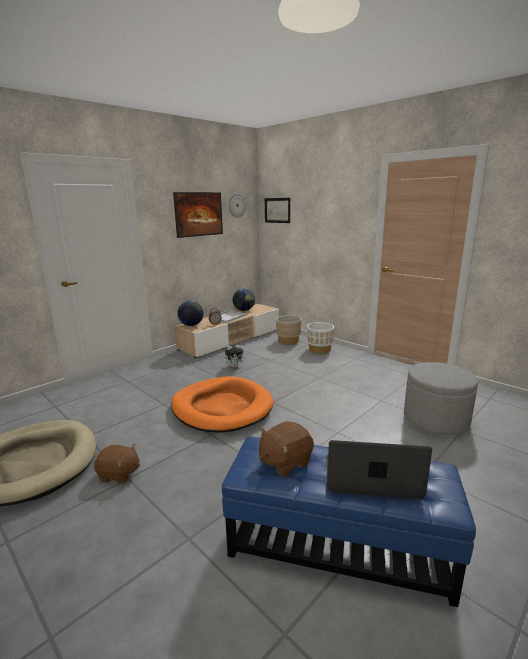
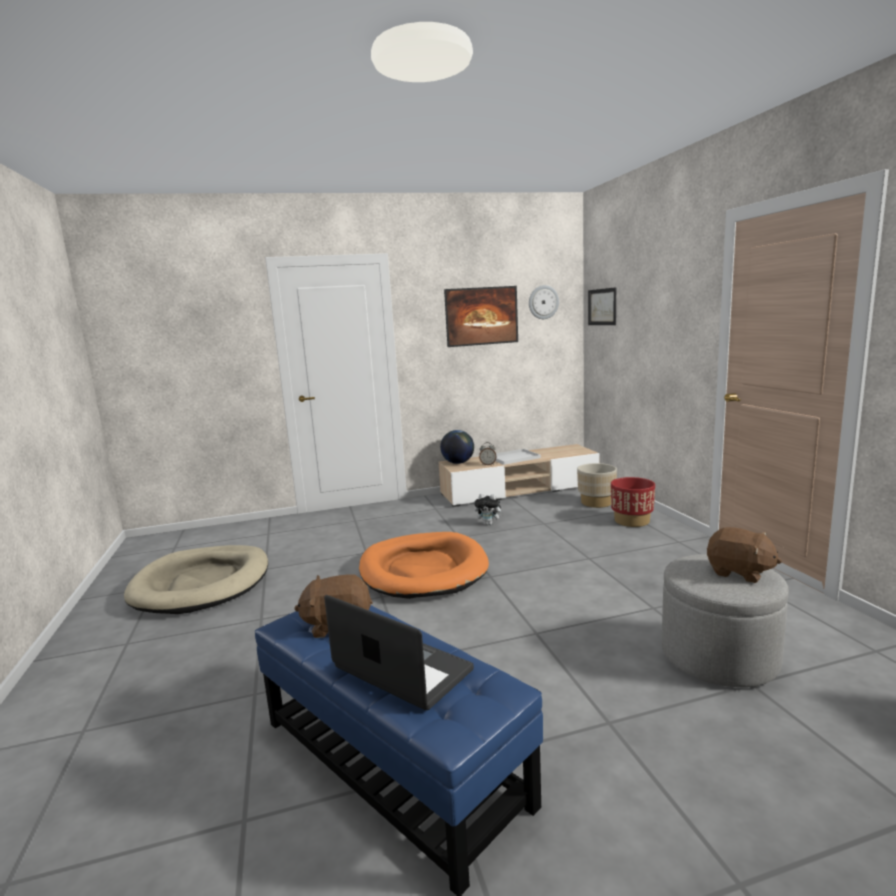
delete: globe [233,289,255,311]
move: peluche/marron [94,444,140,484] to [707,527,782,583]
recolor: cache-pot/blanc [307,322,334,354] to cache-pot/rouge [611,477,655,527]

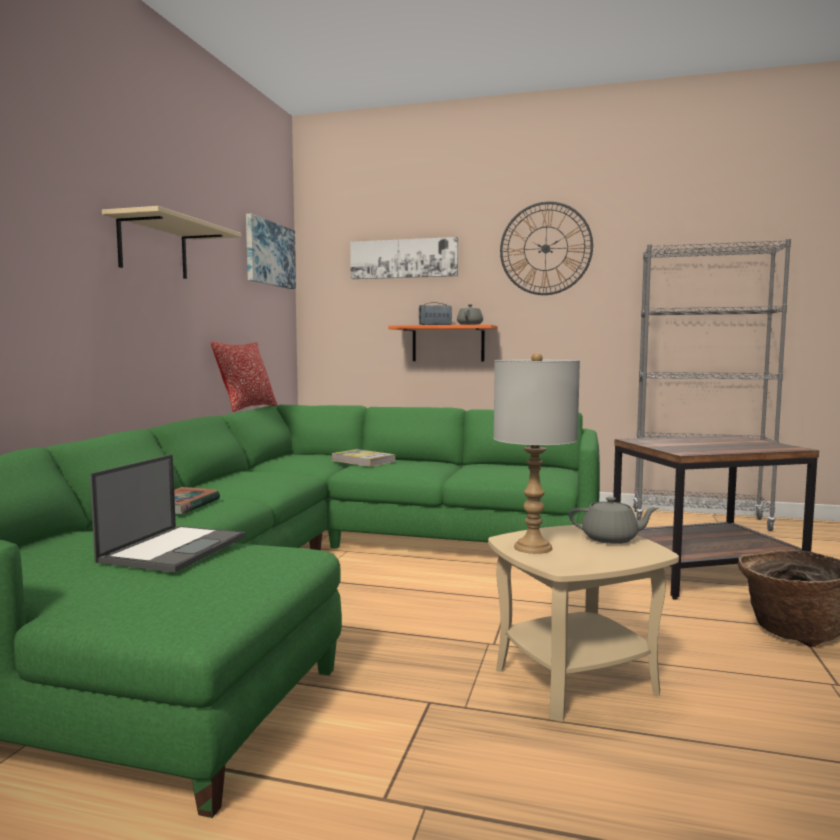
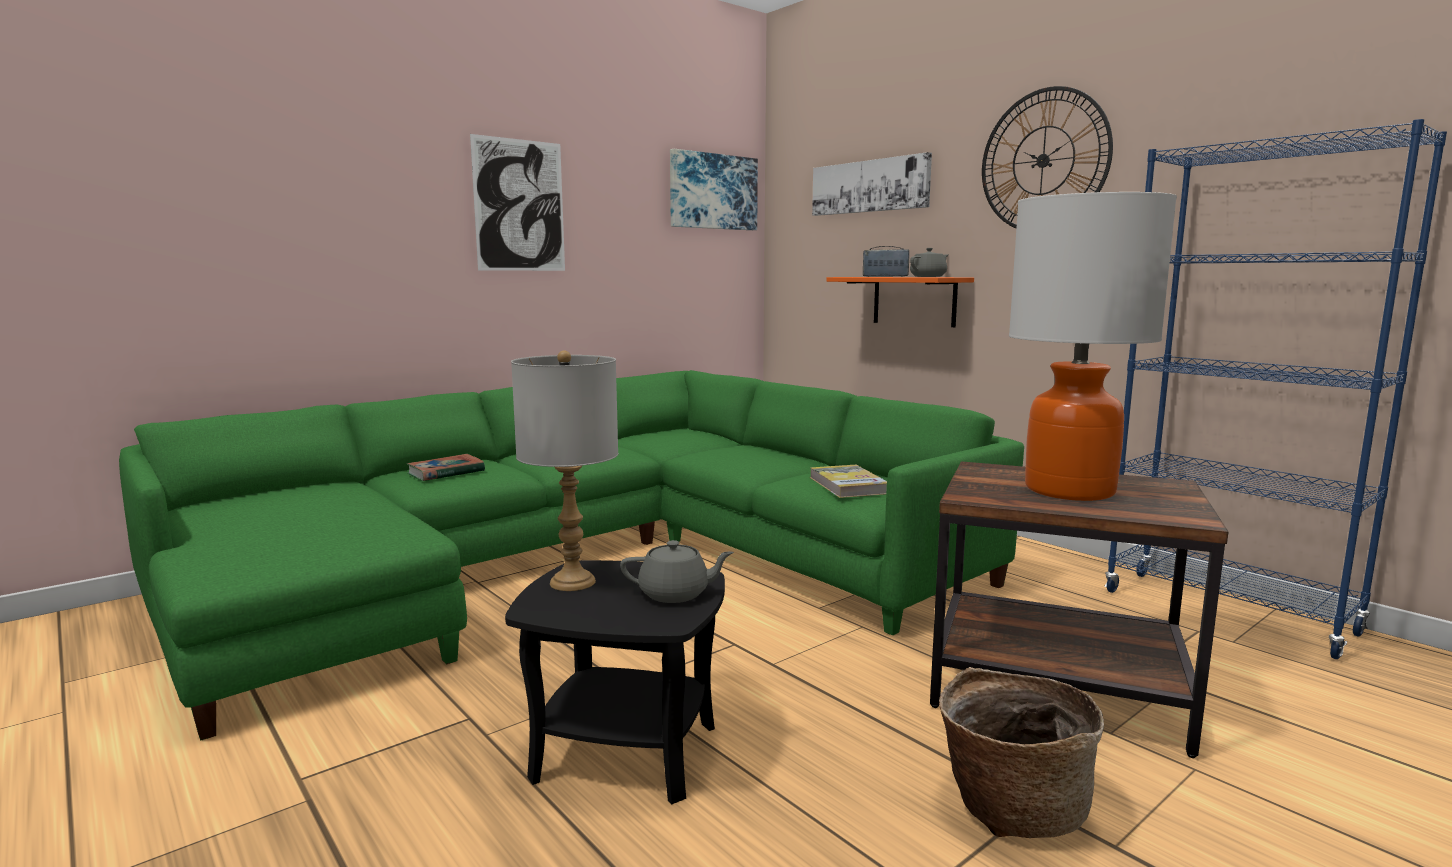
delete: ordinateur portable [90,454,245,572]; coussin [211,342,278,412]
insert: lampe de table [1009,192,1177,501]
move: livre [332,449,395,467] to [810,465,887,498]
replace: étagère/beige [102,206,242,279] to tableau [470,134,565,271]
recolor: table d'appoint/beige [488,524,679,722] to table d'appoint/noir [505,560,725,804]; bibliothèque/gris [633,239,791,531] to bibliothèque/bleu [1104,119,1447,659]
rotate: théière/gris [569,497,659,544] = [620,540,734,603] 45 degrees counterclockwise

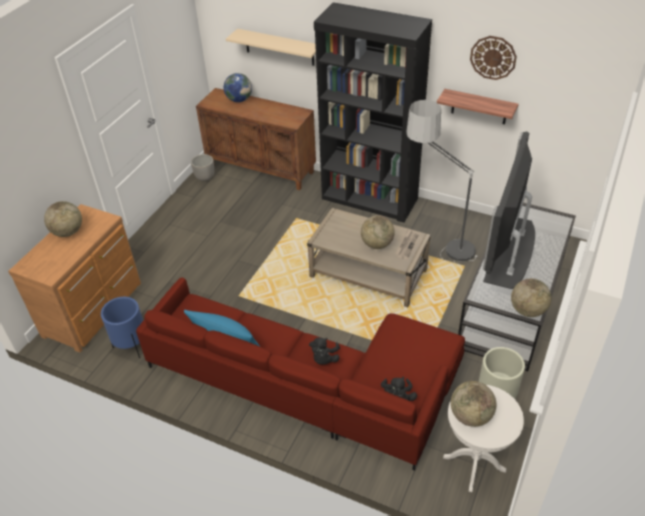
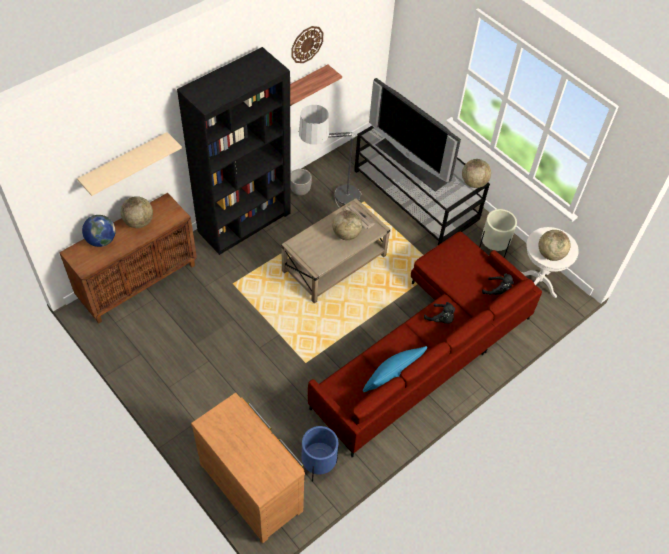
move: globe [44,201,82,237] to [121,196,153,228]; cache-pot [191,154,214,182] to [291,169,312,196]

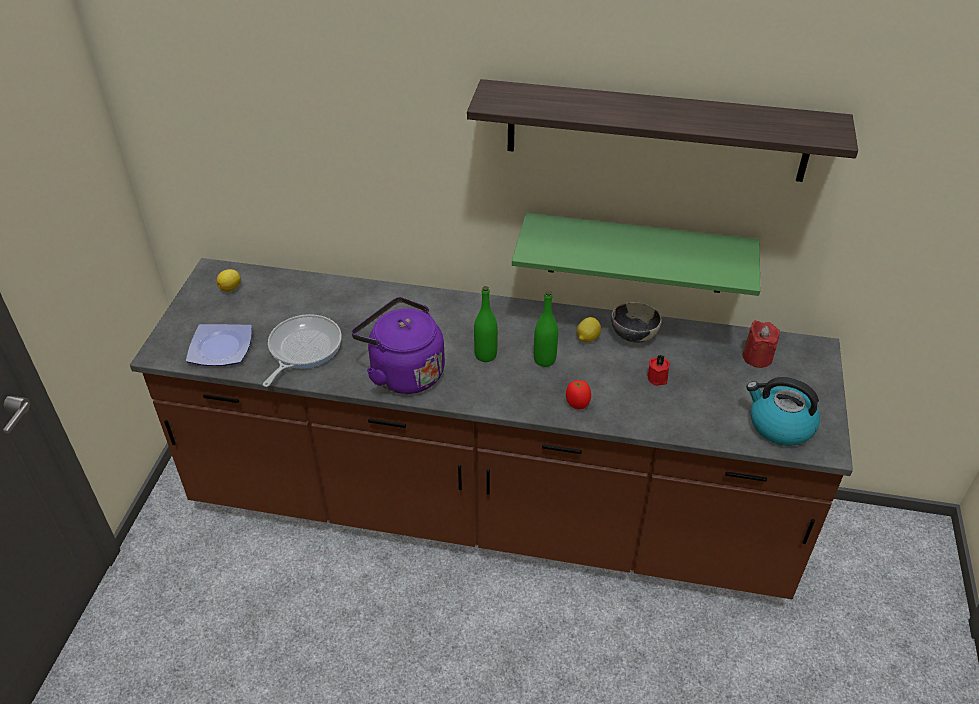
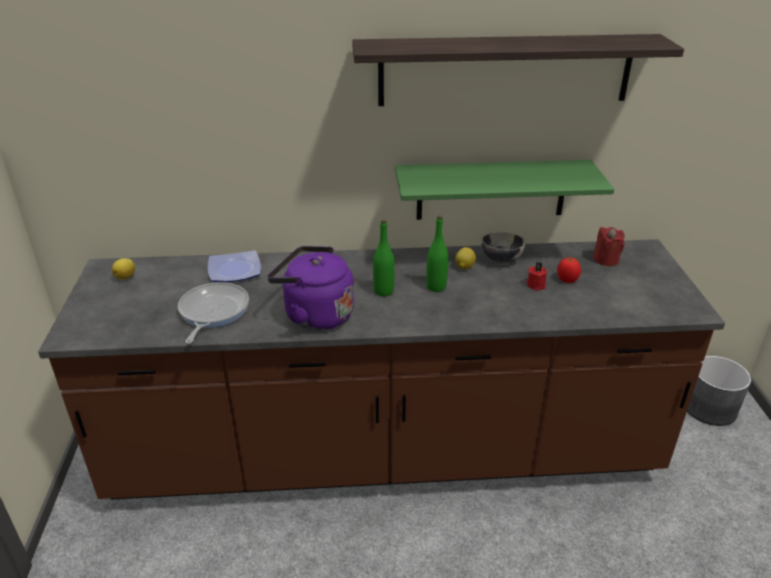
delete: bouilloire [746,377,820,446]
insert: cache-pot/gris [687,356,751,426]
move: assiette [186,324,252,366] to [208,250,261,282]; tomate [566,380,591,410] to [557,258,581,283]

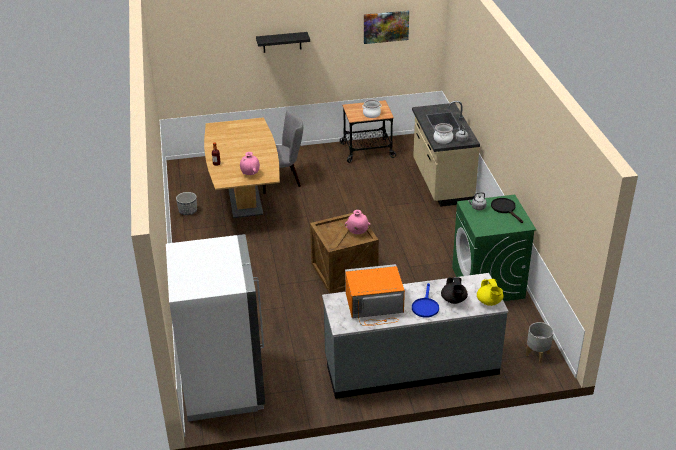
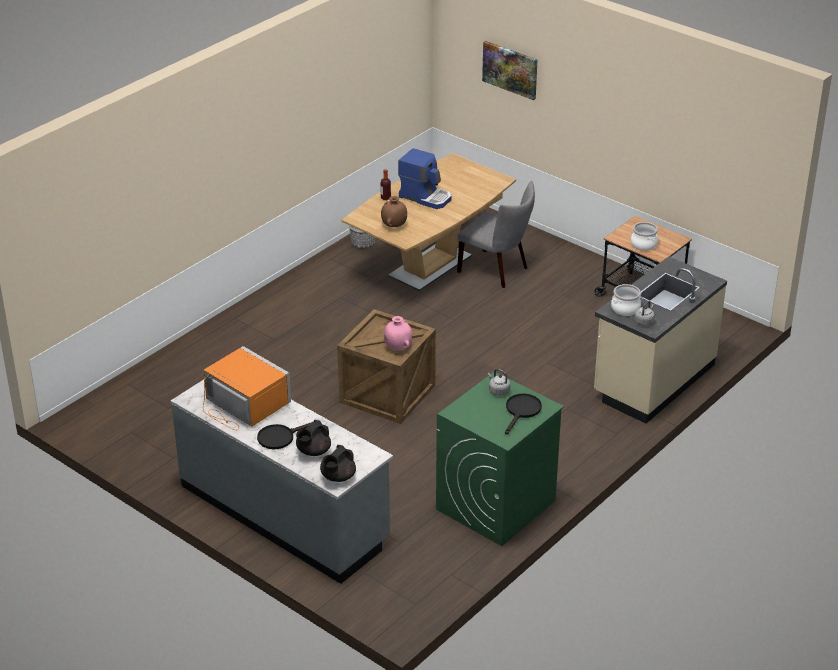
delete: réfrigérateur/blanc [166,234,265,421]; étagère/noir [256,32,310,53]; cache-pot/gris [526,322,554,363]
insert: machine à café [398,148,451,209]
move: tableau [364,10,409,44] to [482,41,537,100]
recolor: vase/rose [240,152,260,175] to vase/marron [381,196,407,227]; poêle/bleu [412,283,439,318] to poêle/noir [257,422,313,449]; théière/jaune [477,279,503,306] to théière/noir [320,445,356,482]

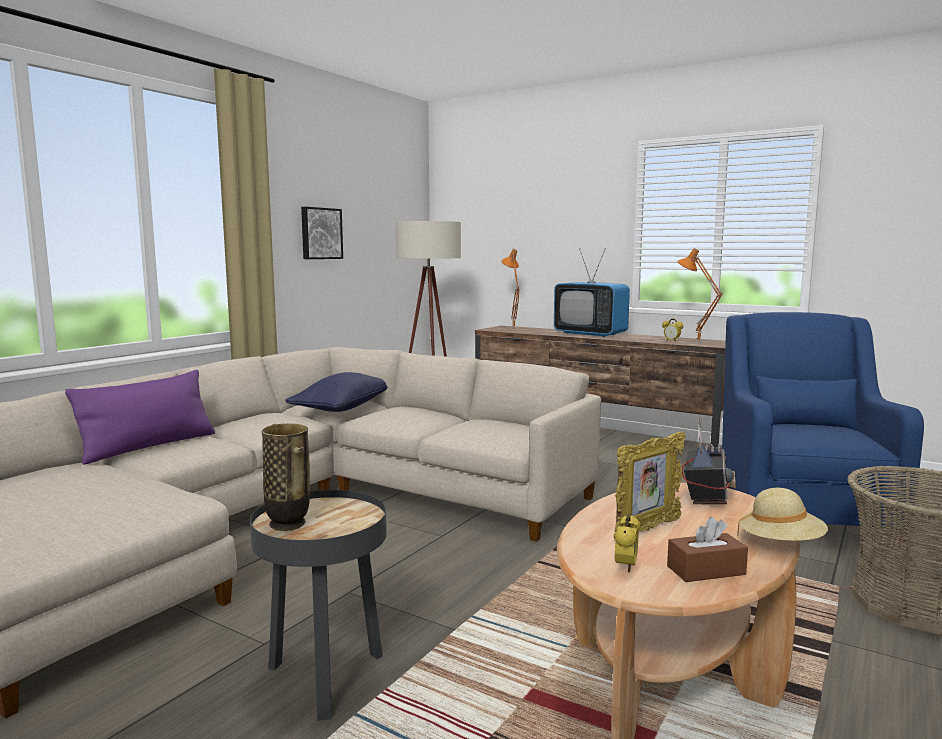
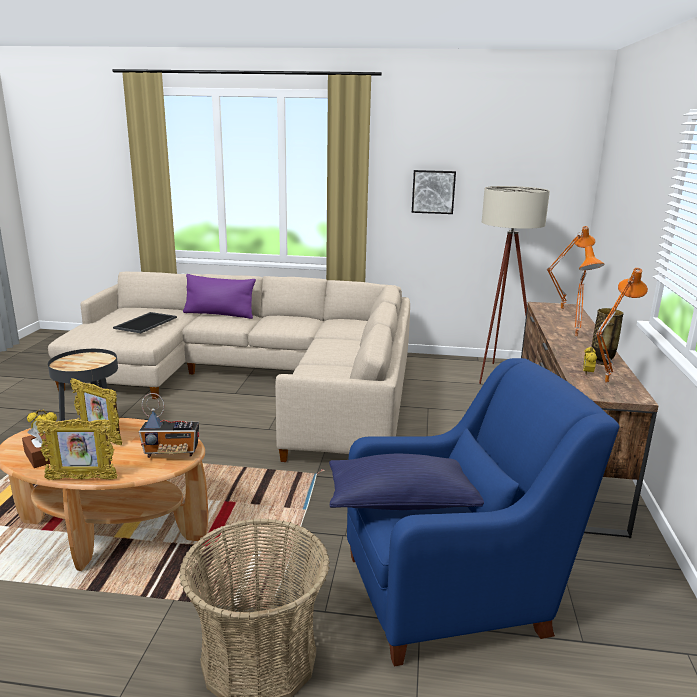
insert: plateau [113,312,177,333]
move: vase [262,423,310,531] to [592,308,624,365]; coussin/bleu [285,372,387,412] to [329,454,484,510]
replace: téléviseur [554,248,630,337] to lampe de table/orange [575,246,605,338]; chapeau/beige [737,488,828,541] to cadre photo [36,419,118,480]

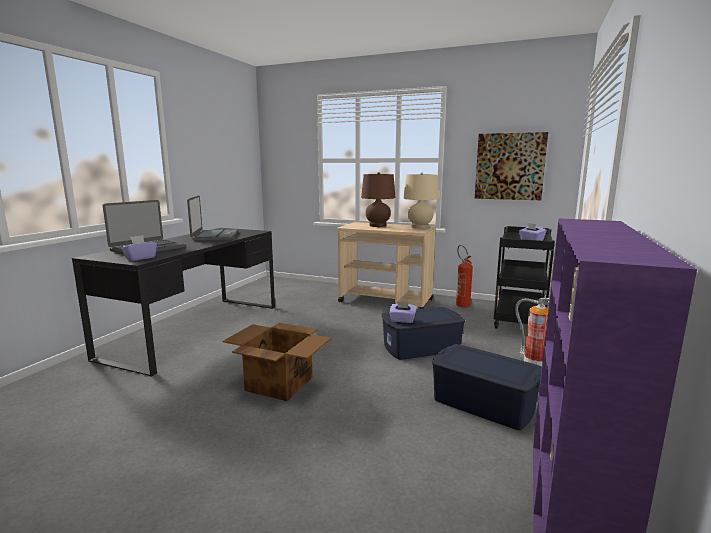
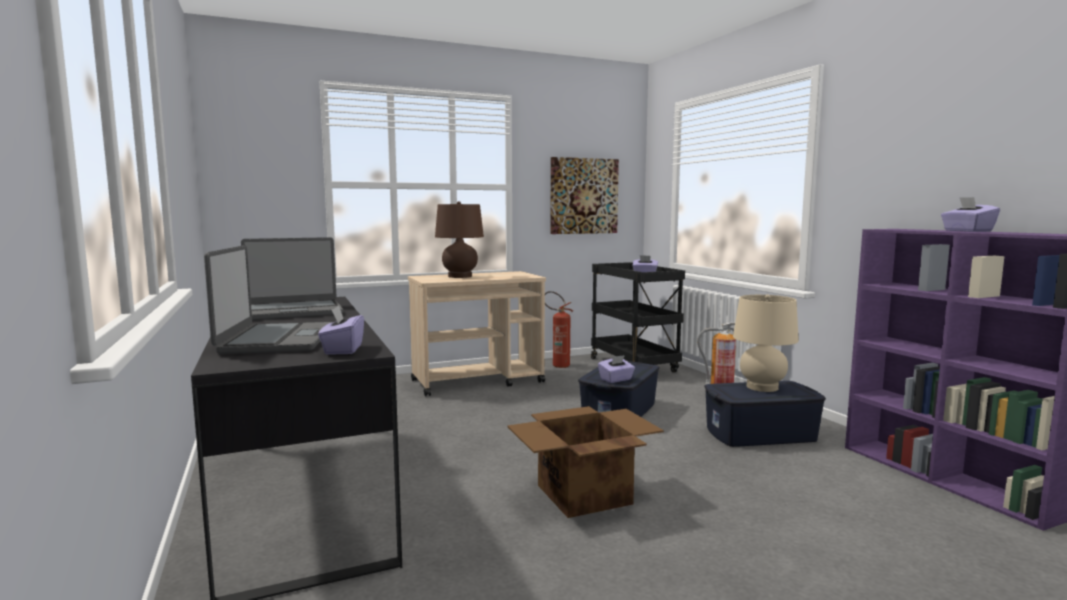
insert: boîte à mouchoirs/violet [941,197,1000,232]
move: lampe de table/beige [403,172,439,229] to [733,294,799,392]
rotate: ordinateur portable [187,195,238,241] = [241,237,343,320] 120 degrees clockwise

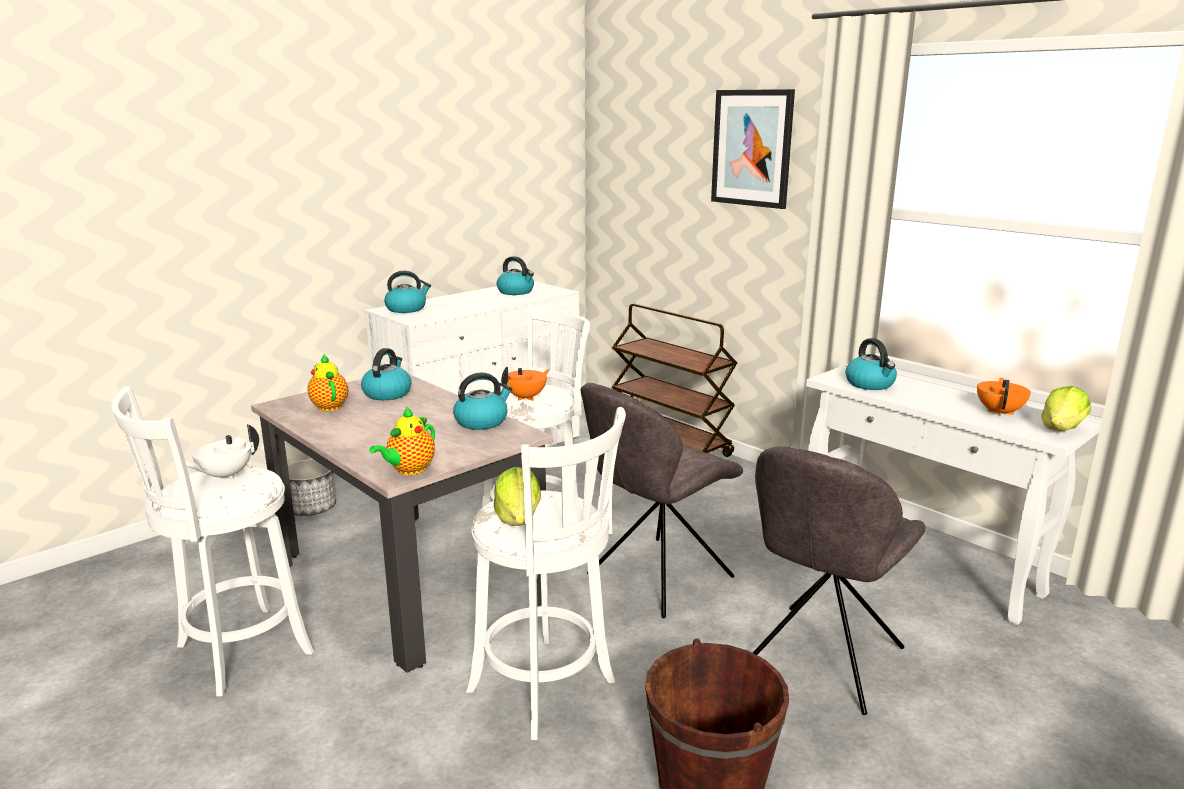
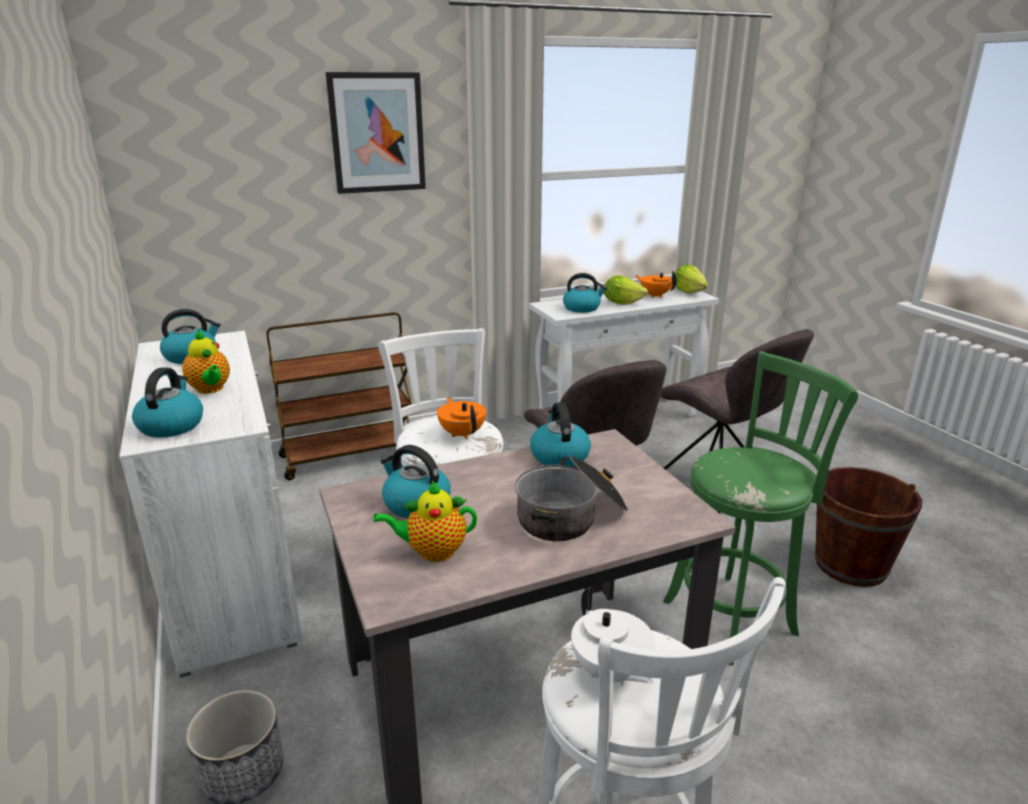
insert: marmite [515,456,628,541]
move: théière [369,407,435,475] to [182,330,230,394]; laitue [494,467,541,526] to [604,275,648,305]
recolor: tabouret/blanc [466,407,626,740] to tabouret/vert [663,351,858,666]

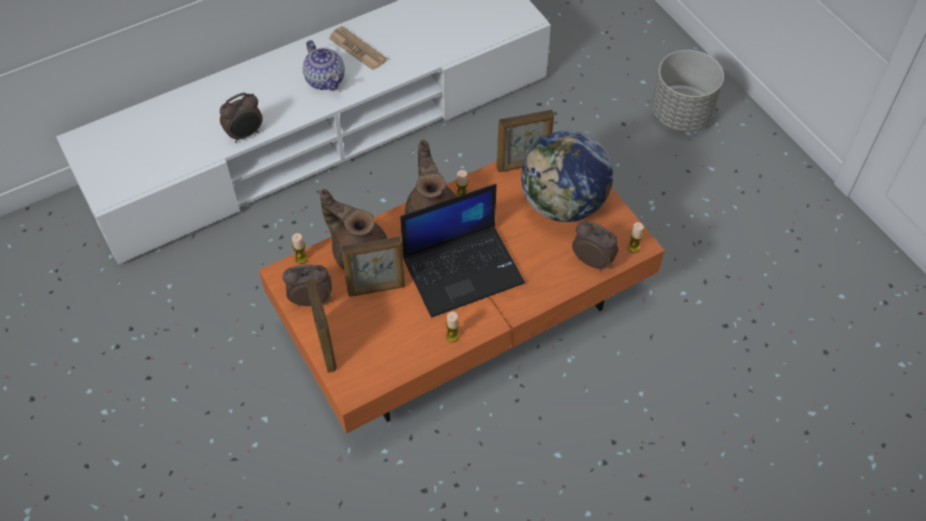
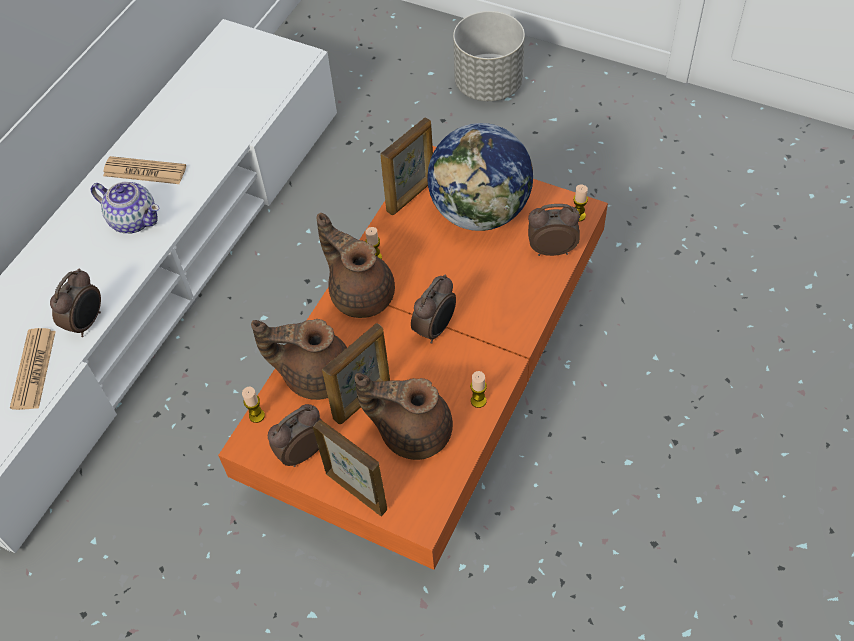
insert: journal [10,328,56,410]; théière/marron [355,373,453,460]
replace: ordinateur portable [400,184,525,318] to réveil [411,274,456,344]

